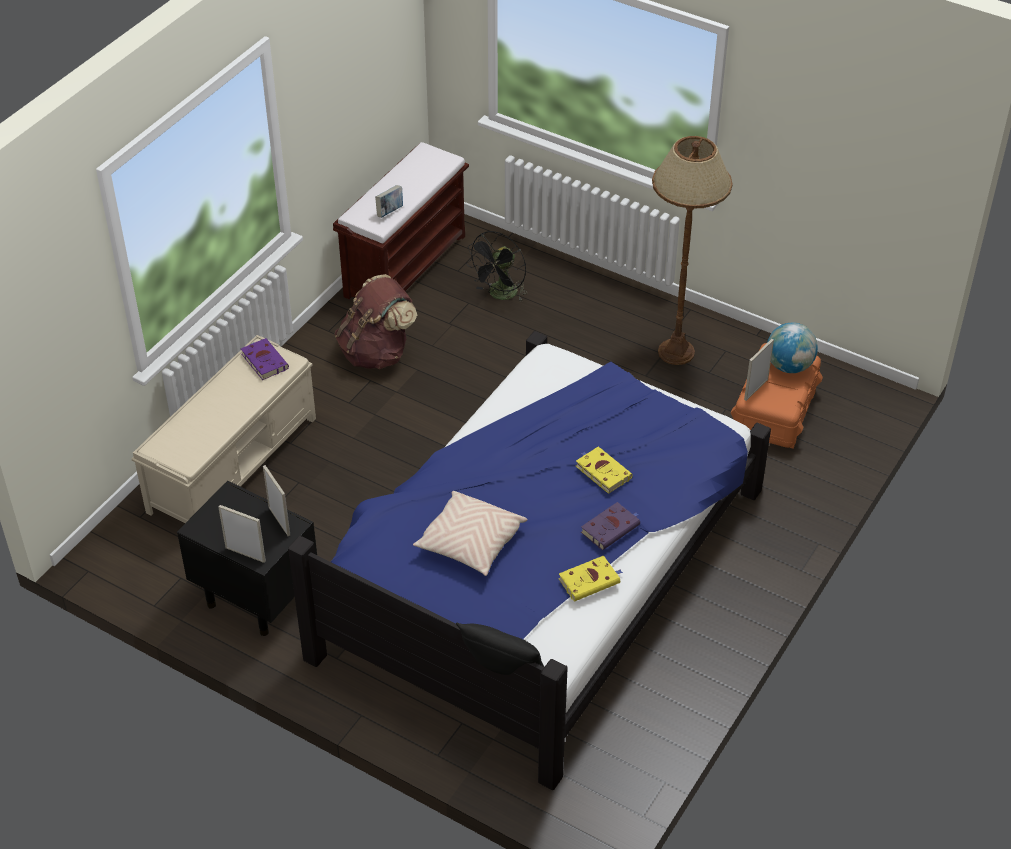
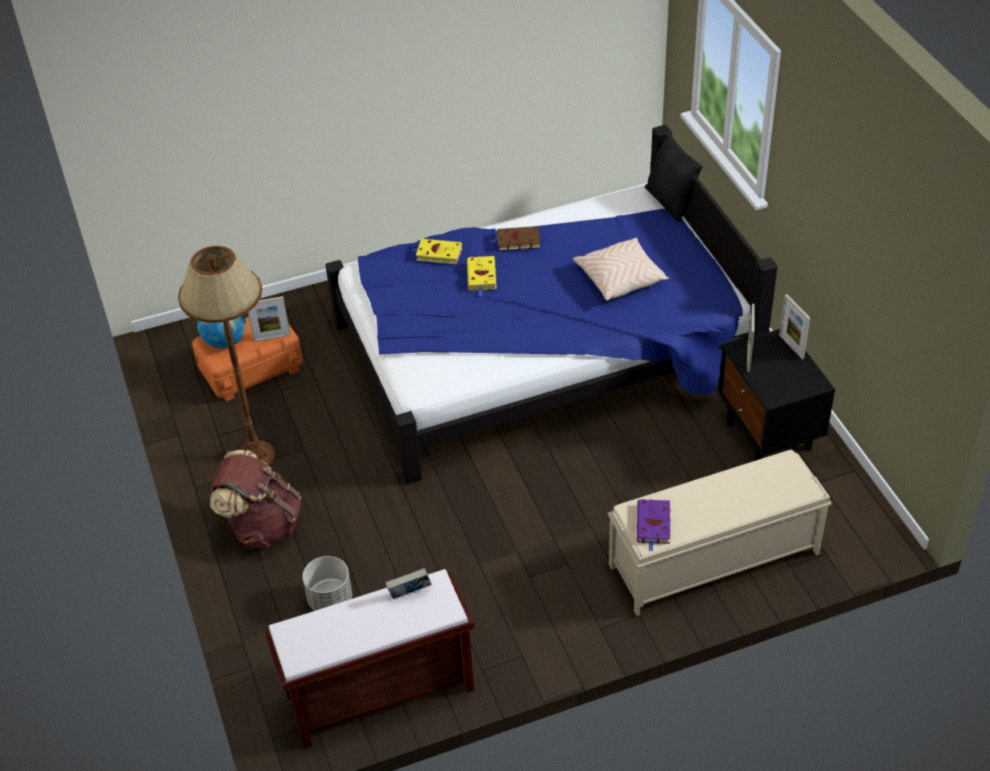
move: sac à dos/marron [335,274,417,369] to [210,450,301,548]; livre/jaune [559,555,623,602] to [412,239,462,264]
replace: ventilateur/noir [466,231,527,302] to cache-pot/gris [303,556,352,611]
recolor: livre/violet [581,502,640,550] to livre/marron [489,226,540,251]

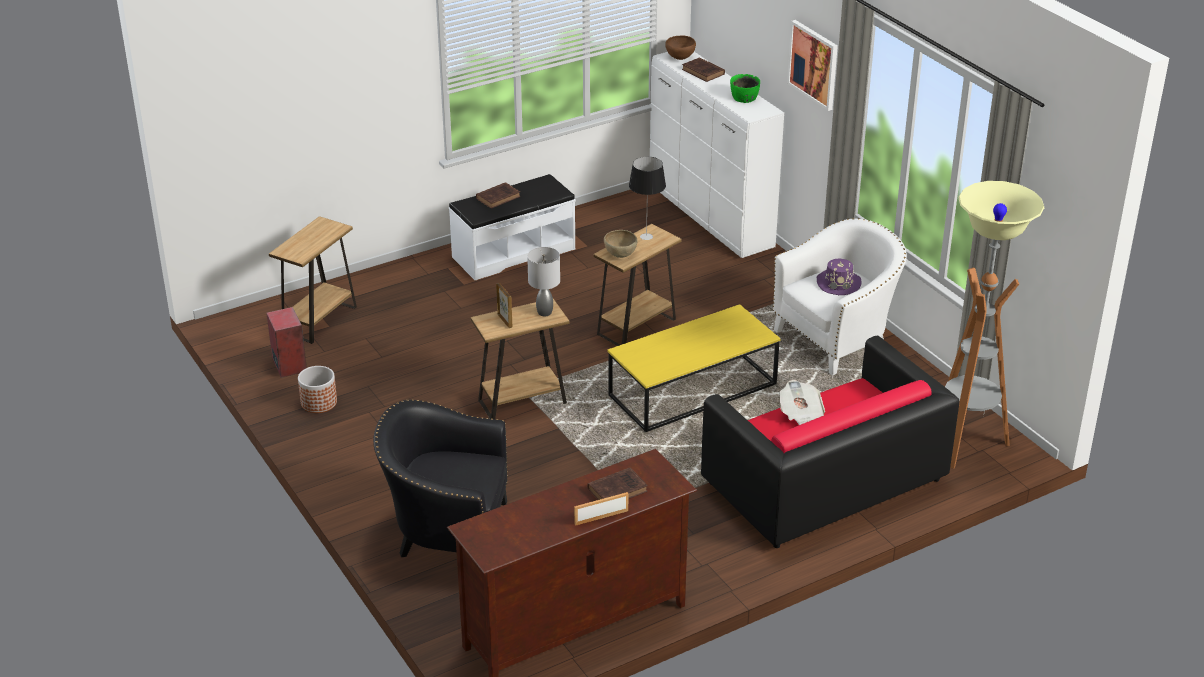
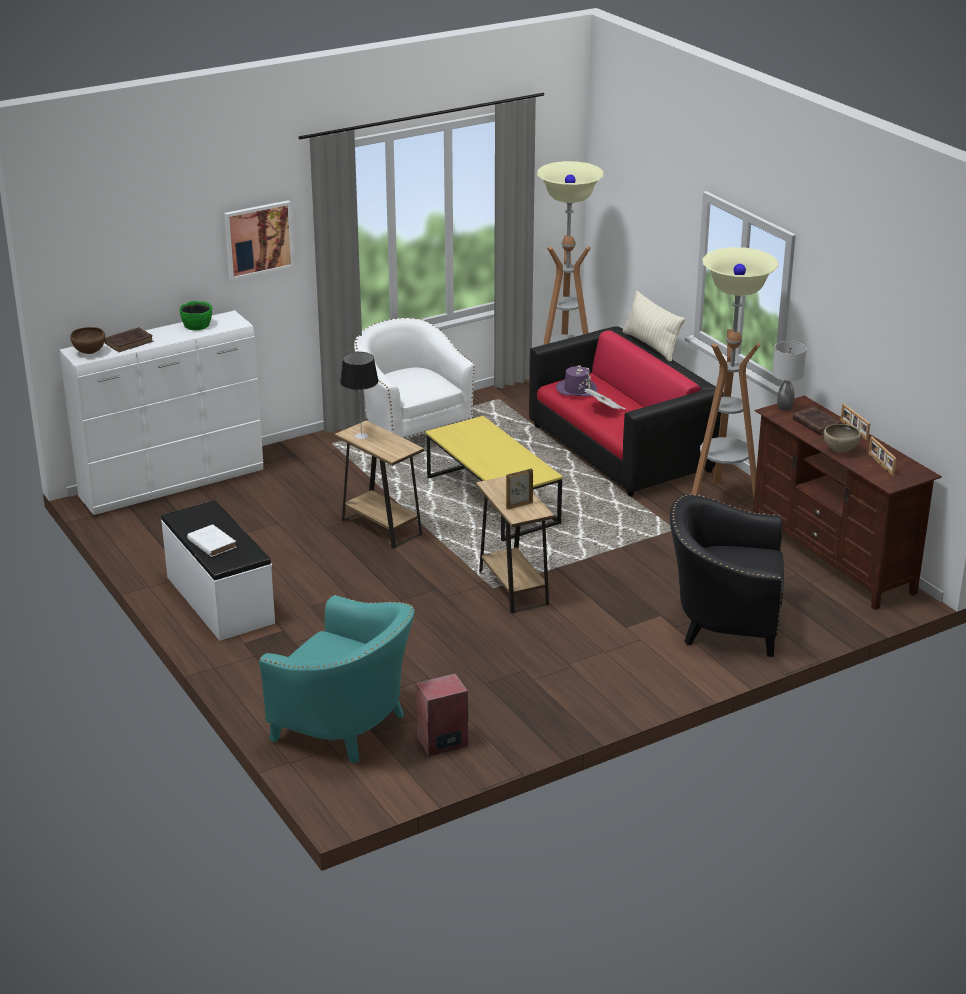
delete: cache-pot [298,366,337,413]
insert: coussin/beige [622,291,685,362]; lampadaire [691,247,779,498]; cadre photo [868,437,897,476]
move: lampe de table/gris [527,247,560,316] to [772,341,807,411]; bol/marron [604,230,638,258] to [824,424,861,453]; chapeau/violet [817,259,861,295] to [556,365,597,396]
replace: table d'appoint/marron [269,216,357,344] to fauteuil/turquoise [259,595,415,764]
recolor: livre/marron [476,182,521,209] to livre/blanc [187,524,237,557]
rotate: fauteuil/noir [373,399,508,557] = [670,494,784,657] 90 degrees clockwise

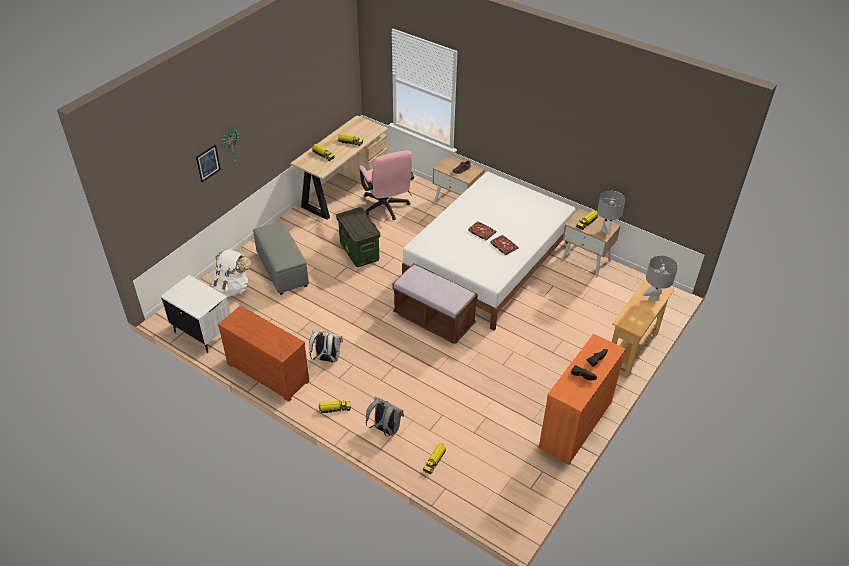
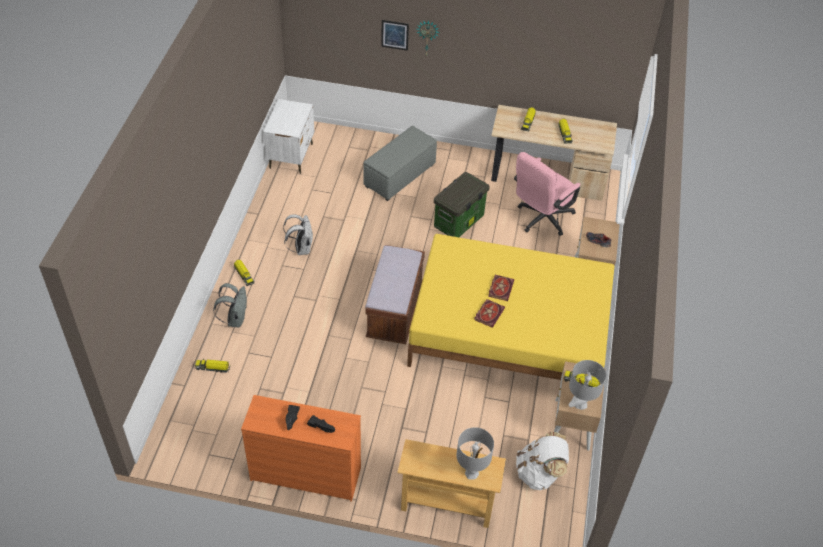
delete: commode/marron [218,306,310,402]
move: sac à dos/blanc [210,249,251,297] to [516,432,569,490]
recolor: lit/blanc [402,171,576,330] to lit/jaune [407,234,614,380]

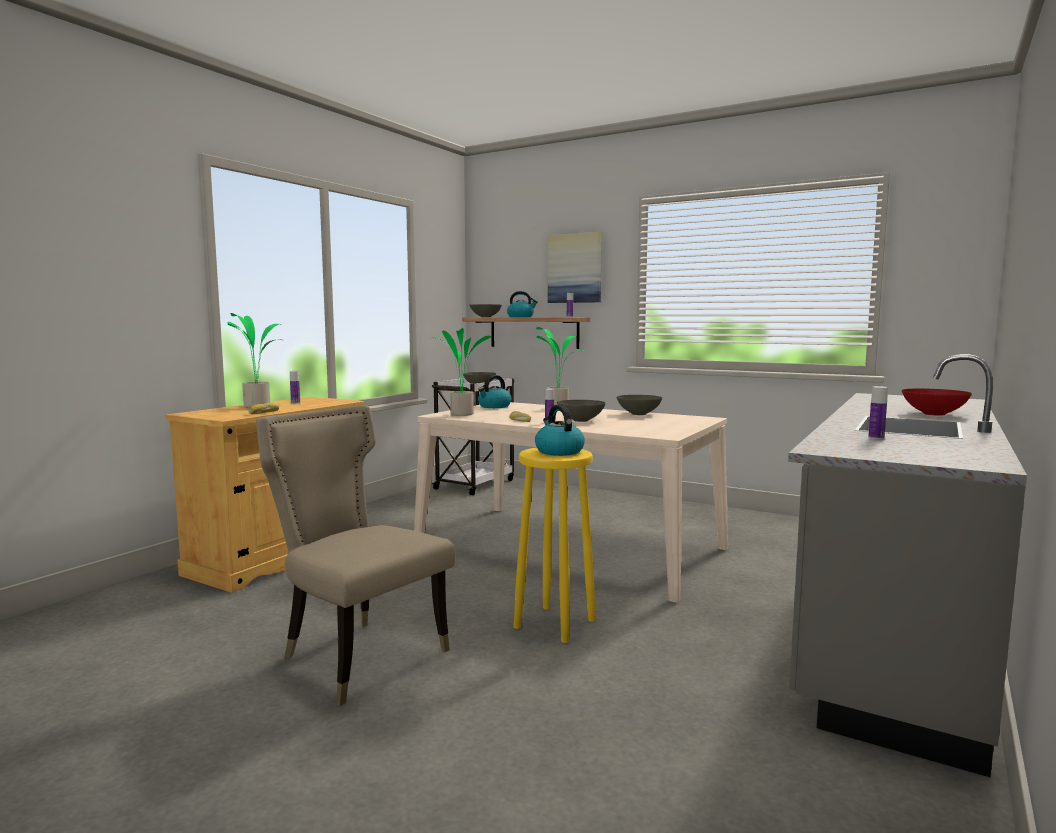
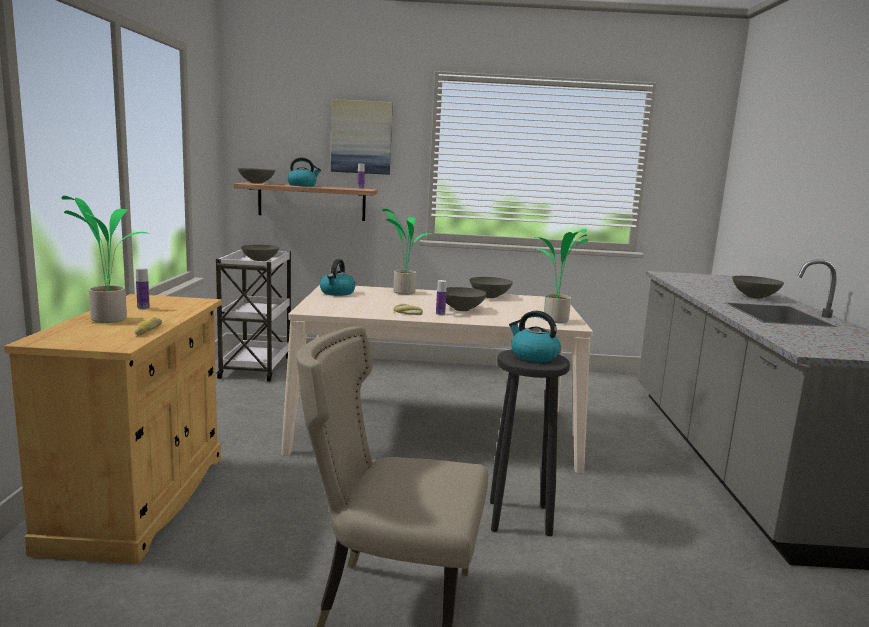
delete: bouteille [868,386,888,440]
move: plante en pot [437,328,491,416] to [534,229,588,323]
recolor: tabouret/jaune [514,448,596,643] to tabouret/noir [490,349,570,536]; bol/rouge [902,388,972,416] to bol/gris [732,276,784,299]

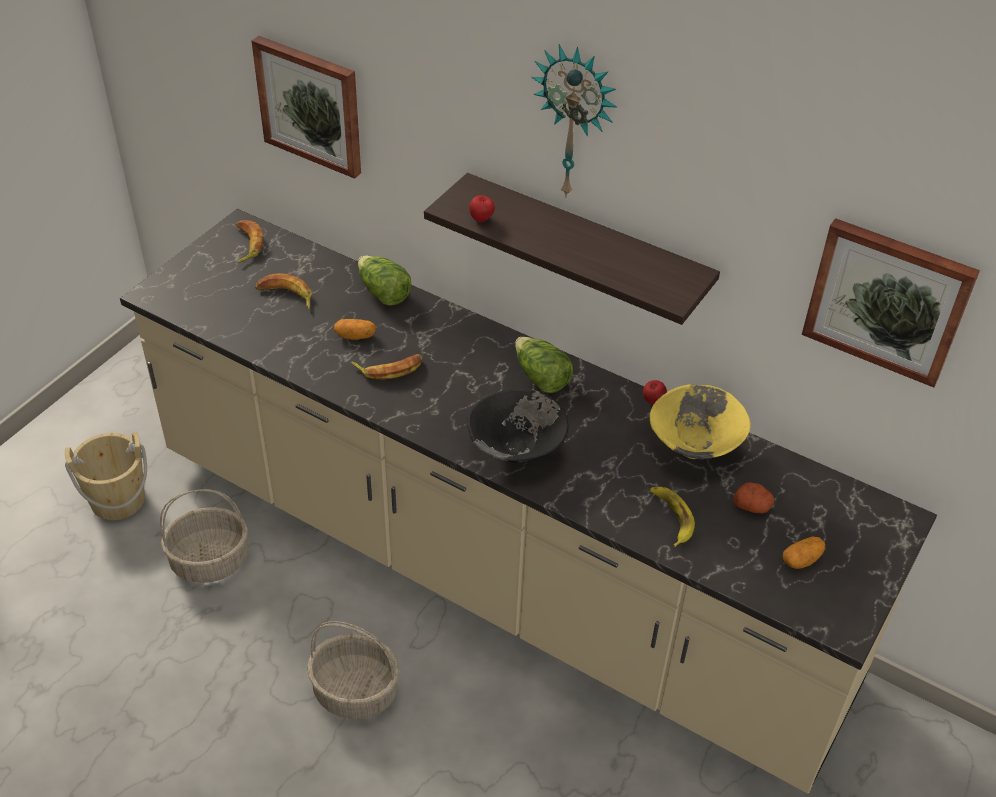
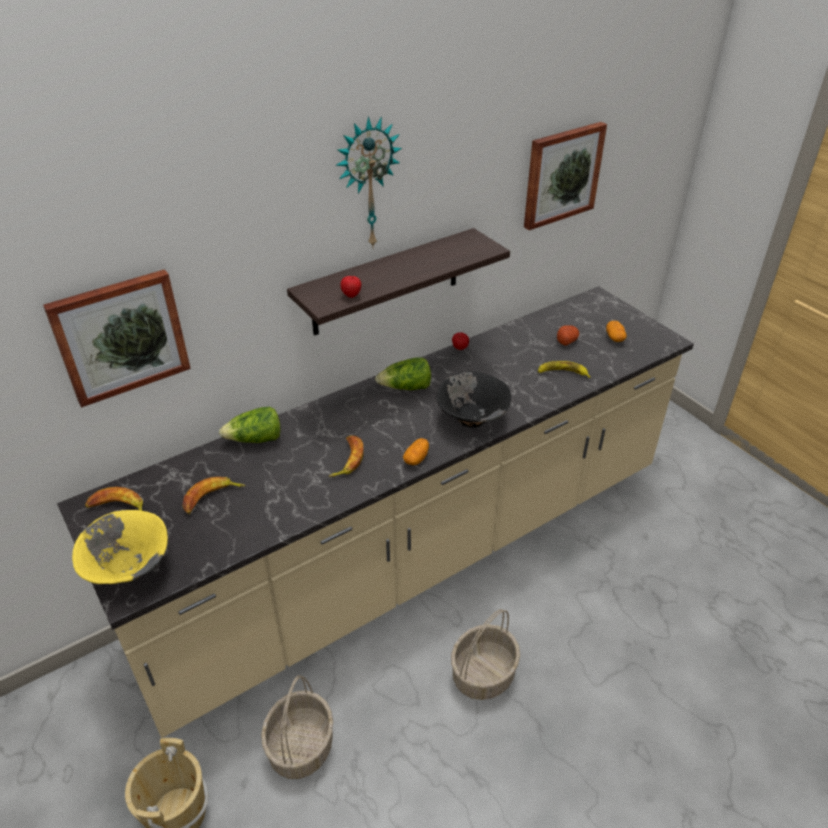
move: pomme de terre [334,319,376,340] to [403,438,429,465]; bol/jaune [650,384,751,459] to [72,510,168,584]

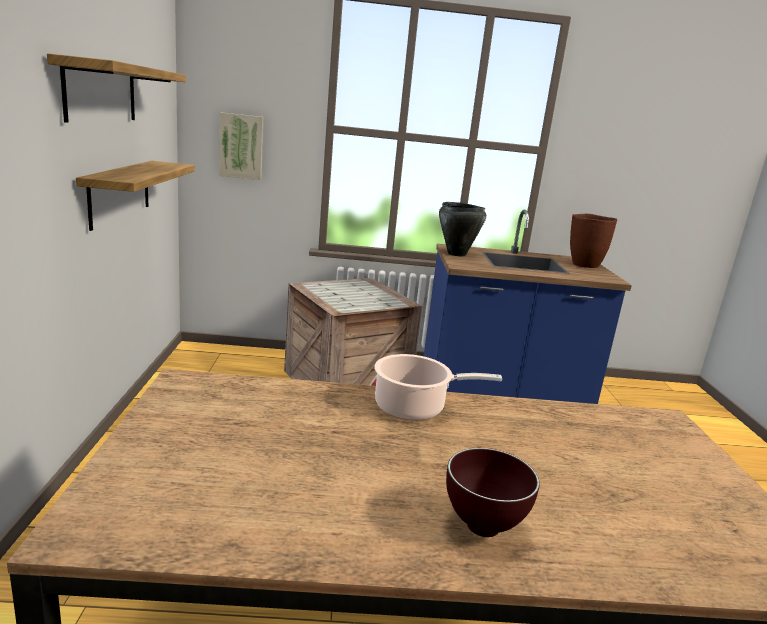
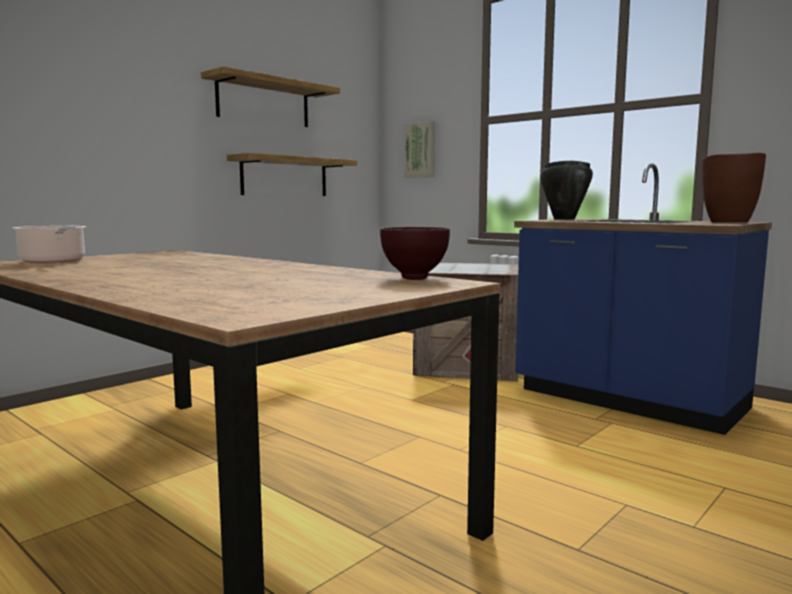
move: marmite [374,354,502,420] to [12,225,86,264]; bol/marron [446,448,540,537] to [380,227,450,280]

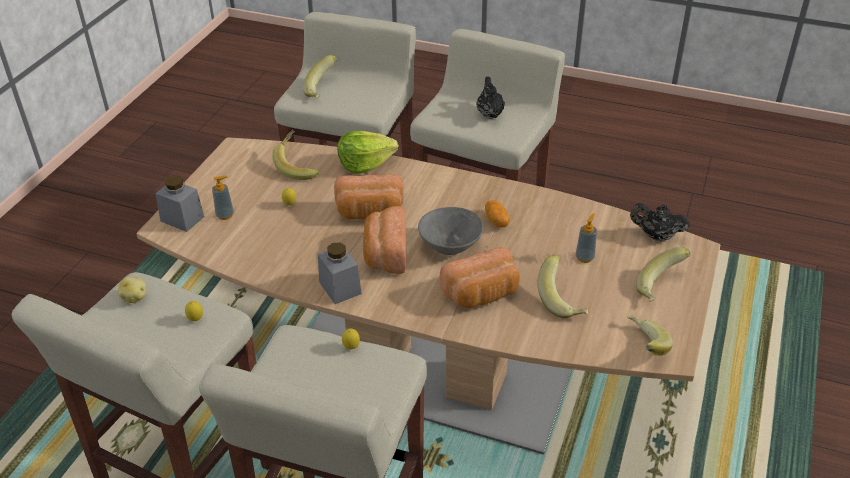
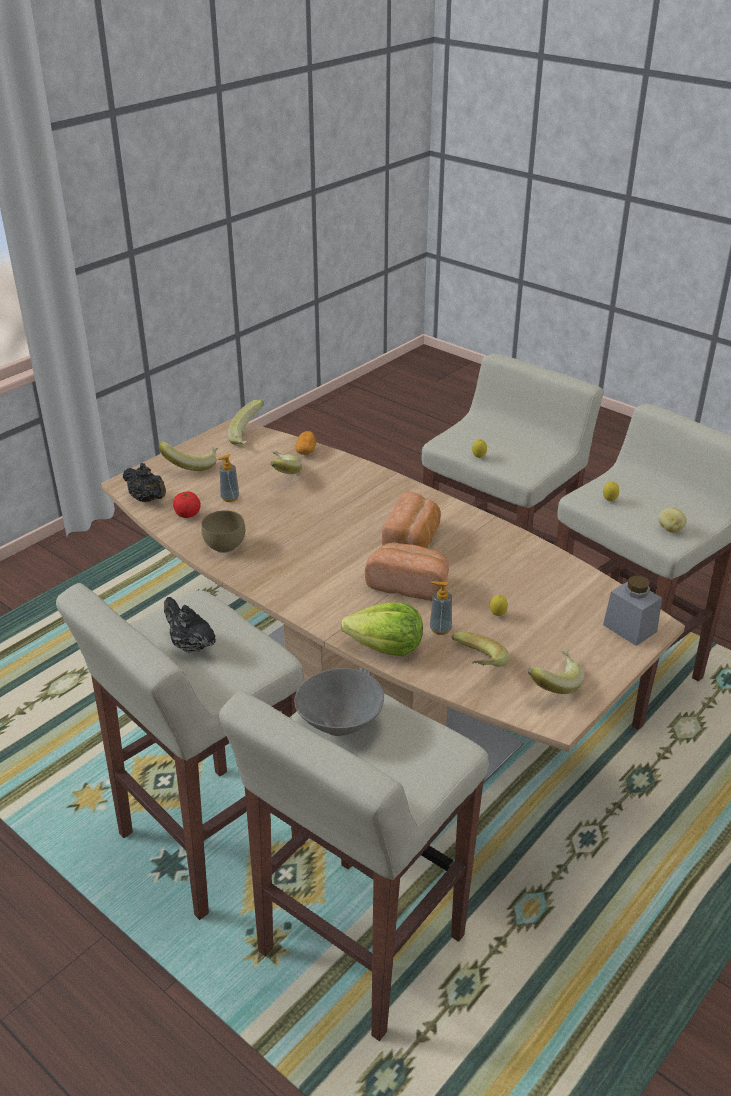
delete: bocal/gris [318,242,362,304]; pain [440,247,520,308]
insert: tomate [173,491,201,518]; bol/marron [201,510,245,553]
move: distributeur de savon [212,176,234,220] to [430,581,452,635]; banane [303,55,337,98] to [528,650,584,694]; bol/gris [418,207,484,255] to [294,668,384,736]; pomme de terre [485,200,510,228] to [295,431,316,455]
rotate: théière/noir [476,76,505,119] = [164,597,216,653] 120 degrees clockwise

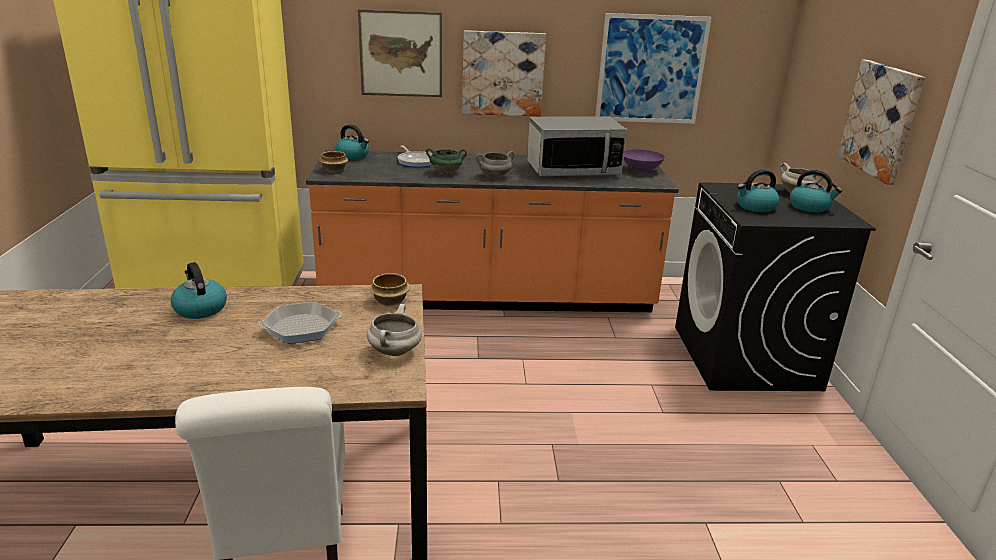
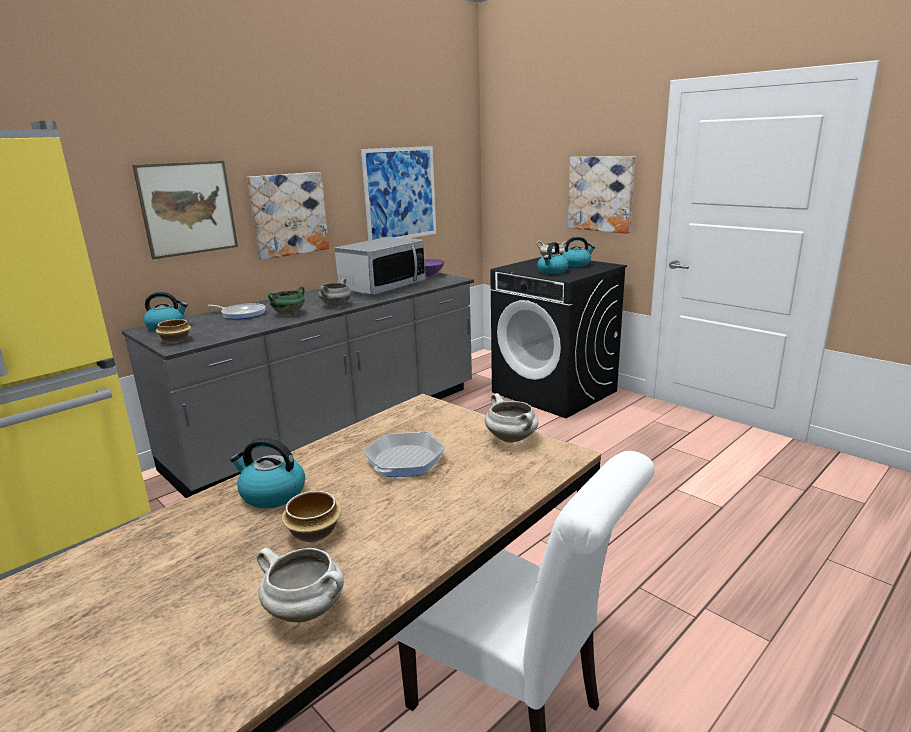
insert: marmite/blanc [257,548,344,622]
move: bol [369,273,410,306] to [282,491,342,542]
recolor: comptoir de cuisine/orange [306,150,679,312] to comptoir de cuisine/gris [122,272,474,498]

